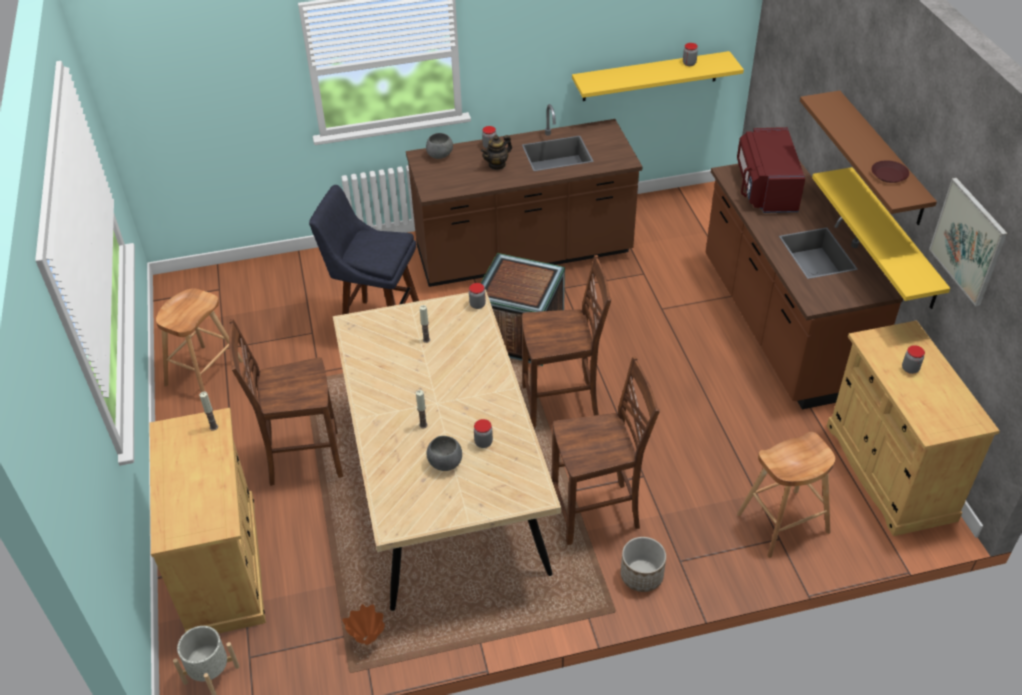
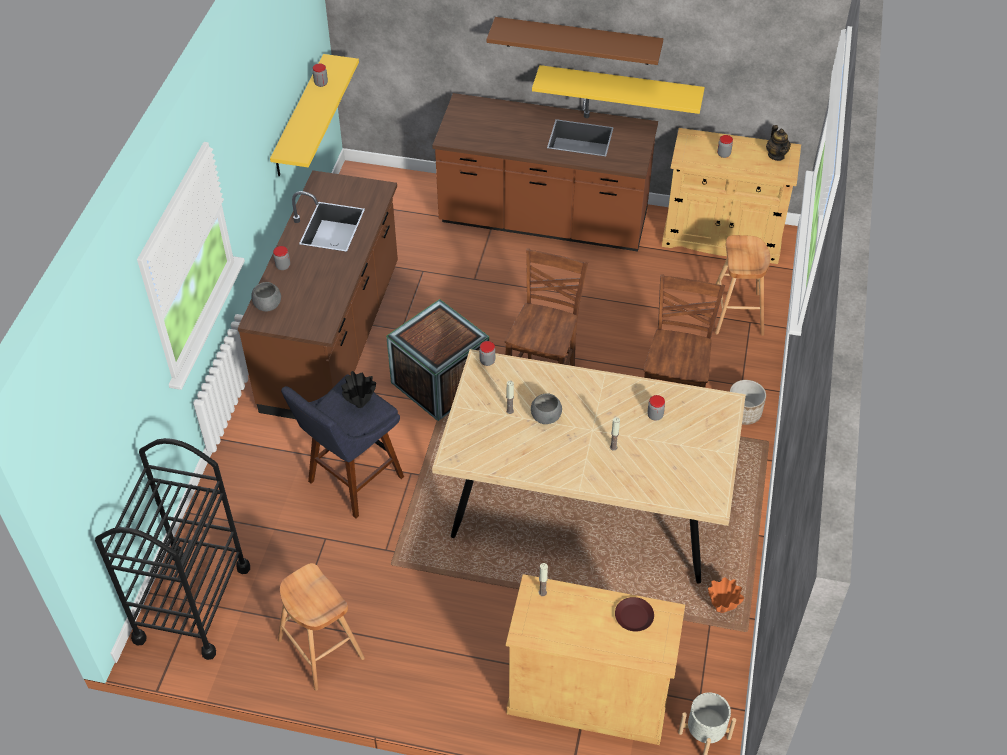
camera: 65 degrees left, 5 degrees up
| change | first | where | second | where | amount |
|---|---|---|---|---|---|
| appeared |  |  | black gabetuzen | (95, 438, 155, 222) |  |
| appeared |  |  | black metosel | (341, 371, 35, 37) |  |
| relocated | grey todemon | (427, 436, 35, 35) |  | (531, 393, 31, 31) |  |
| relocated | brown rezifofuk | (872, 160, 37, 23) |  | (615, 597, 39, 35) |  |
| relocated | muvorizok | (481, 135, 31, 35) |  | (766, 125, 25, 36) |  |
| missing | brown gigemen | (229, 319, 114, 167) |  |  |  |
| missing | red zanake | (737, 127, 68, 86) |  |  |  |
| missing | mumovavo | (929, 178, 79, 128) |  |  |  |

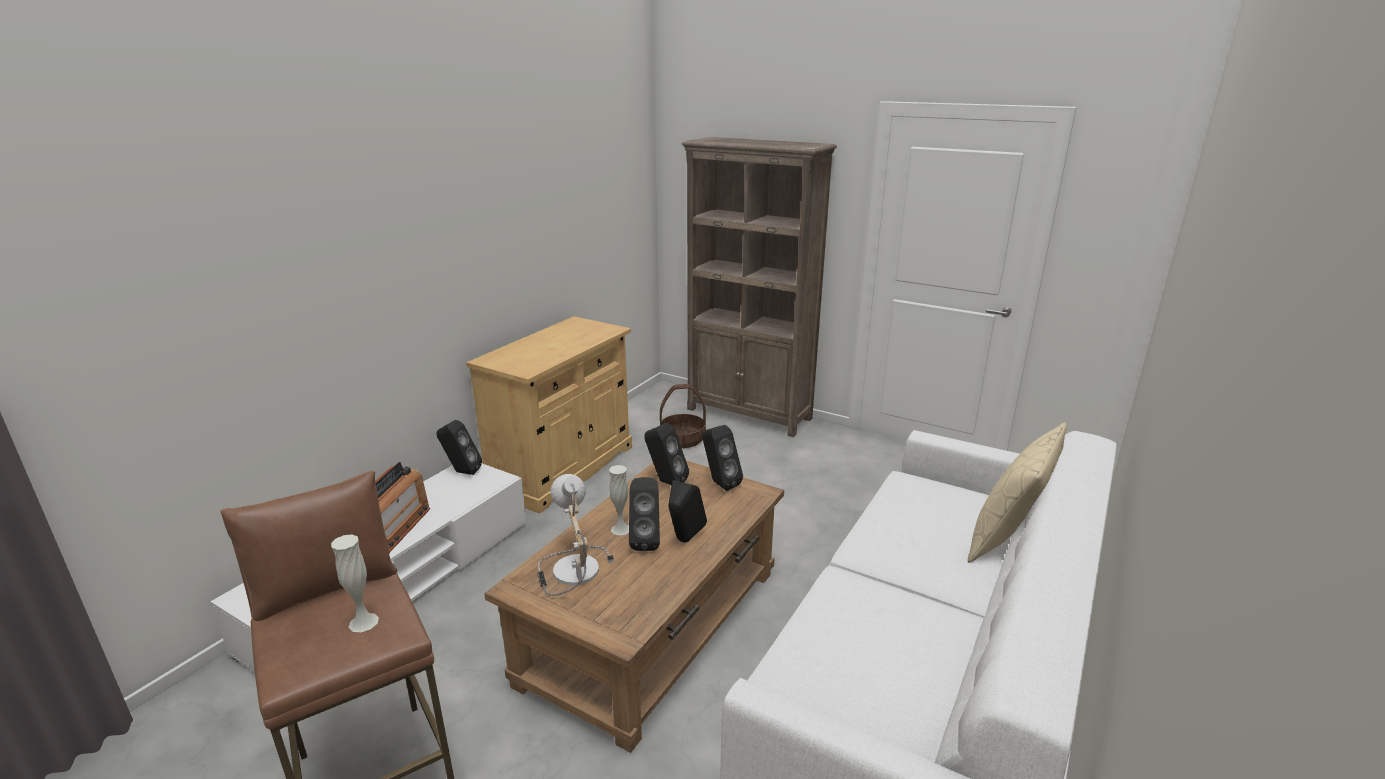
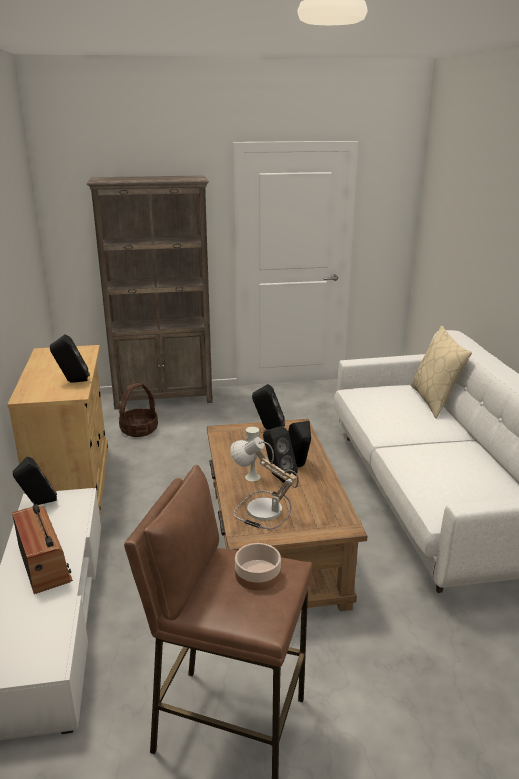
camera: 40 degrees left, 0 degrees up
| change | first | where | second | where | amount |
|---|---|---|---|---|---|
| relocated | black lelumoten | (644, 423, 45, 62) |  | (50, 335, 40, 48) |  |
| exchanged | white metosel | (331, 534, 48, 98) | todemon | (235, 543, 46, 48) |  |

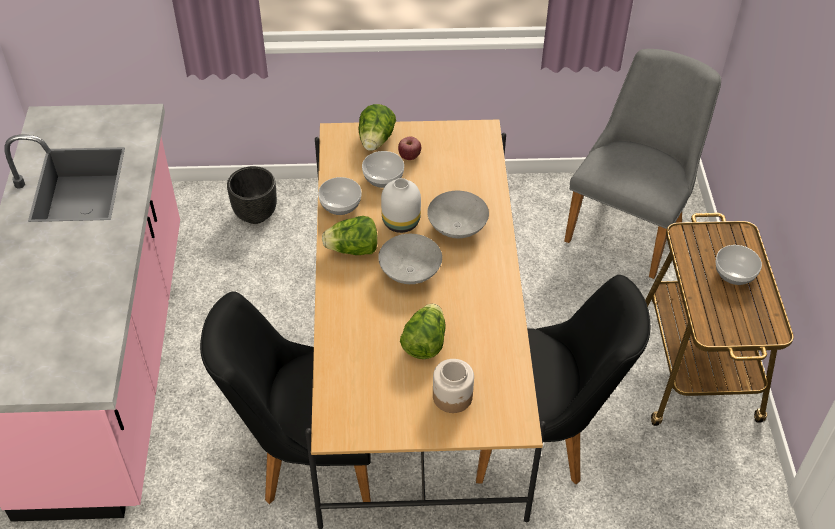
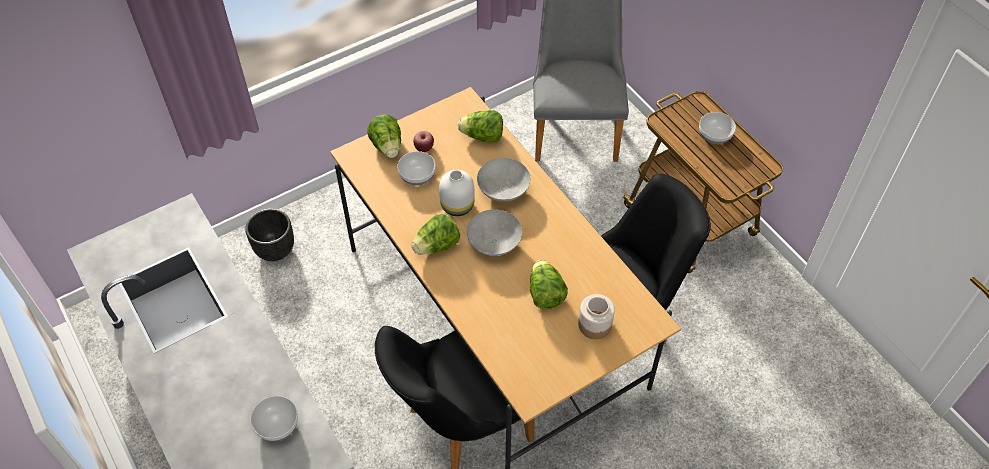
camera: 30 degrees left, 5 degrees up
| change | first | where | second | where | amount |
|---|---|---|---|---|---|
| relocated | todemon | (318, 177, 44, 38) |  | (250, 396, 48, 46) |  |
| appeared |  |  | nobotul | (458, 110, 45, 33) |  |

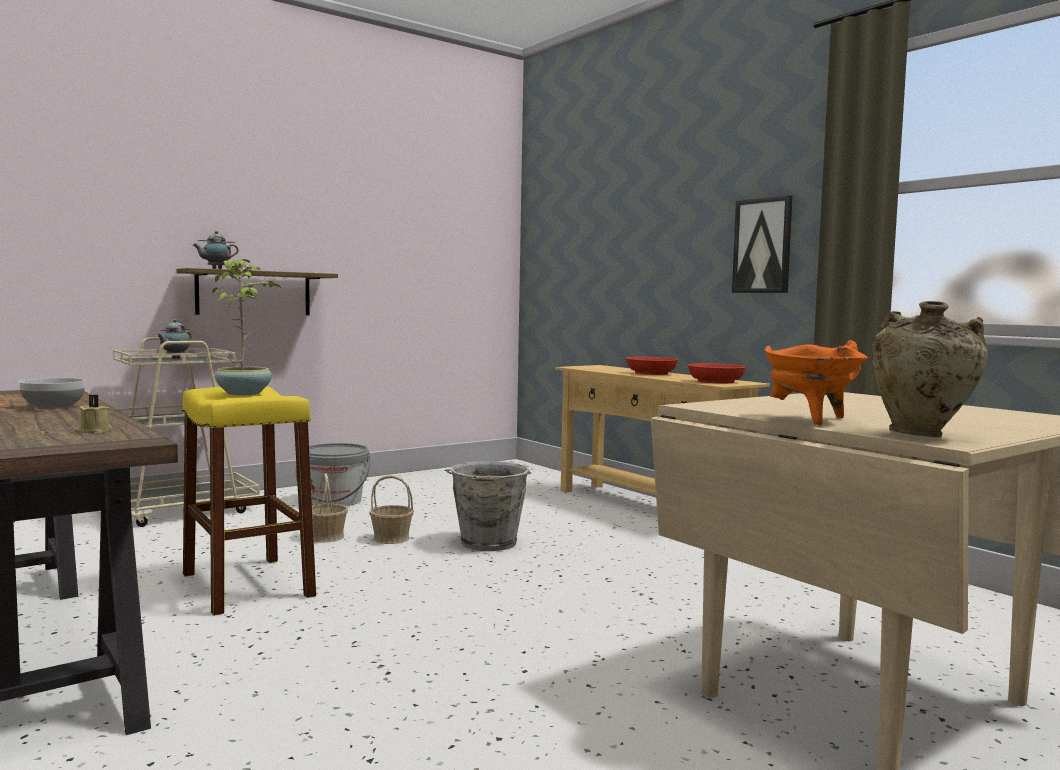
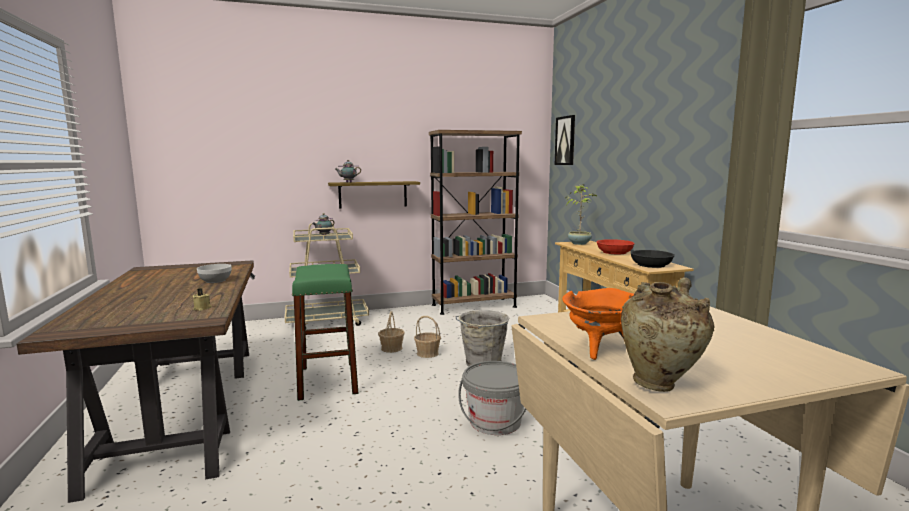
camera: 20 degrees right, 5 degrees up
| change | first | where | second | where | amount |
|---|---|---|---|---|---|
| colour | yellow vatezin | (182, 386, 134, 230) | green vatezin | (292, 264, 66, 137) |  |
| appeared |  |  | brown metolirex | (429, 130, 93, 185) |  |
| relocated | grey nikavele | (295, 443, 75, 63) |  | (458, 361, 68, 74) |  |
| relocated | mumovavo | (732, 195, 61, 98) |  | (555, 115, 20, 50) |  |
| relocated | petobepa | (212, 258, 68, 137) |  | (566, 184, 31, 61) |  |
| colour | red todemon | (688, 363, 58, 20) | black todemon | (630, 250, 45, 18) |  |

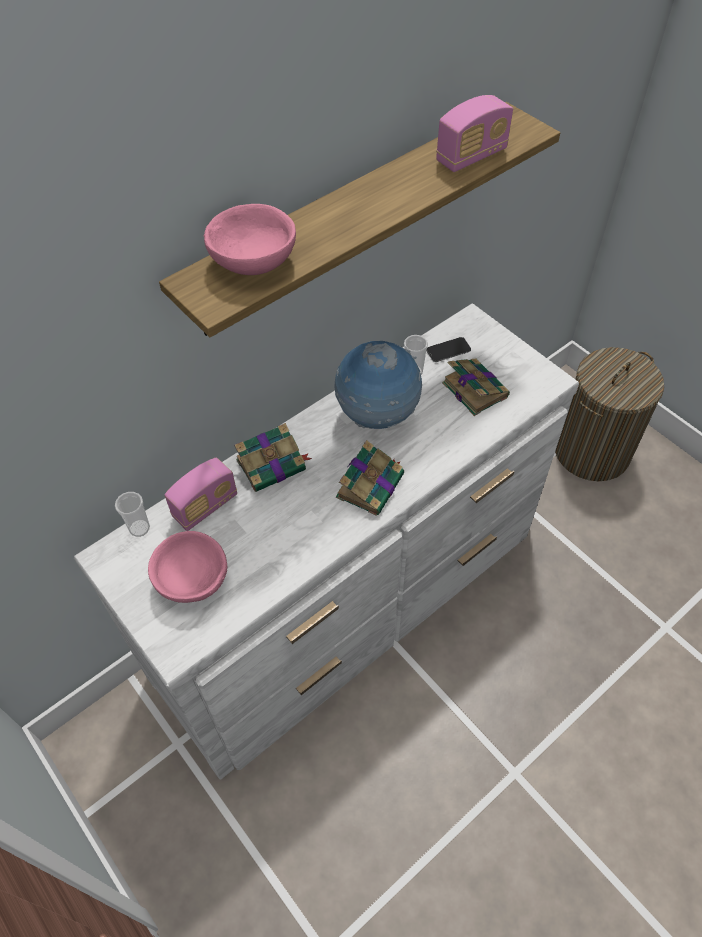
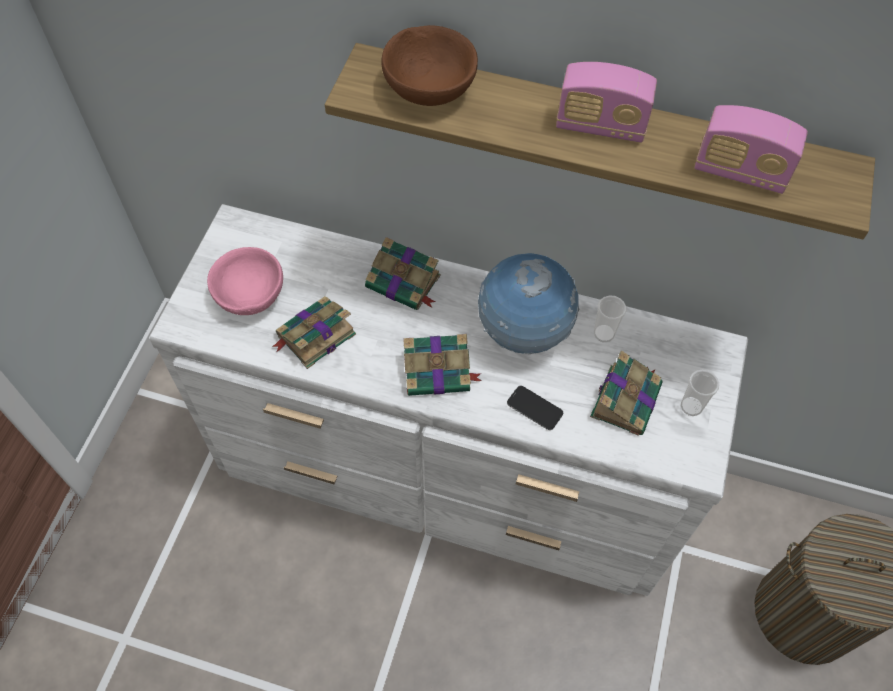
camera: 55 degrees right, 5 degrees up
| change | first | where | second | where | amount |
|---|---|---|---|---|---|
| appeared |  |  | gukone | (272, 296, 84, 73) |  |
| colour | pink todemon | (204, 204, 92, 71) | brown todemon | (381, 25, 97, 81) |  |
| relocated | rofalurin | (426, 337, 45, 25) |  | (507, 386, 56, 44) |  |
| relocated | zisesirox | (165, 458, 72, 73) |  | (556, 62, 101, 81) |  |
| relocated | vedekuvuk | (115, 492, 35, 45) |  | (681, 370, 38, 46) |  |

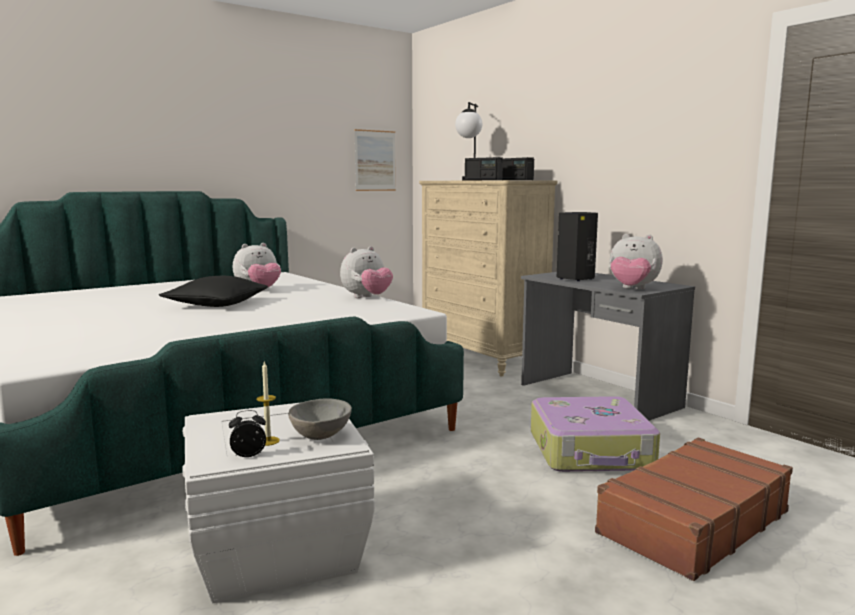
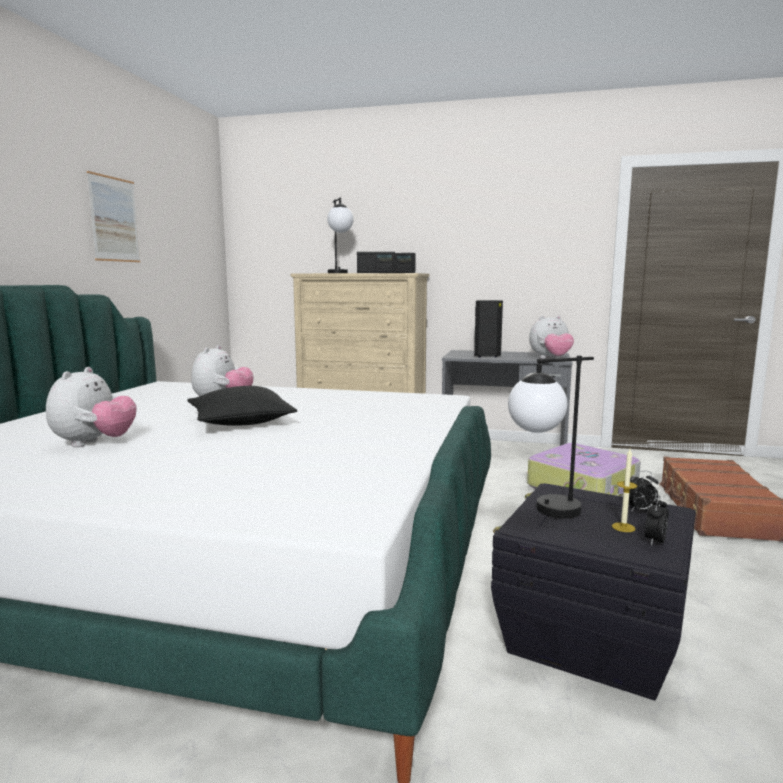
camera: 40 degrees left, 0 degrees up
| change | first | where | second | where | amount |
|---|---|---|---|---|---|
| relocated | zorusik | (340, 246, 53, 52) |  | (46, 367, 91, 80) |  |
| relocated | mumovavo | (354, 129, 42, 62) |  | (87, 171, 53, 91) |  |
| colour | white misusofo | (182, 402, 193, 201) | black misusofo | (491, 483, 205, 218) |  |
| appeared |  |  | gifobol | (508, 355, 86, 163) |  |
| exchanged | grey todemon | (288, 398, 64, 42) | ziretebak | (629, 471, 30, 40) |  |

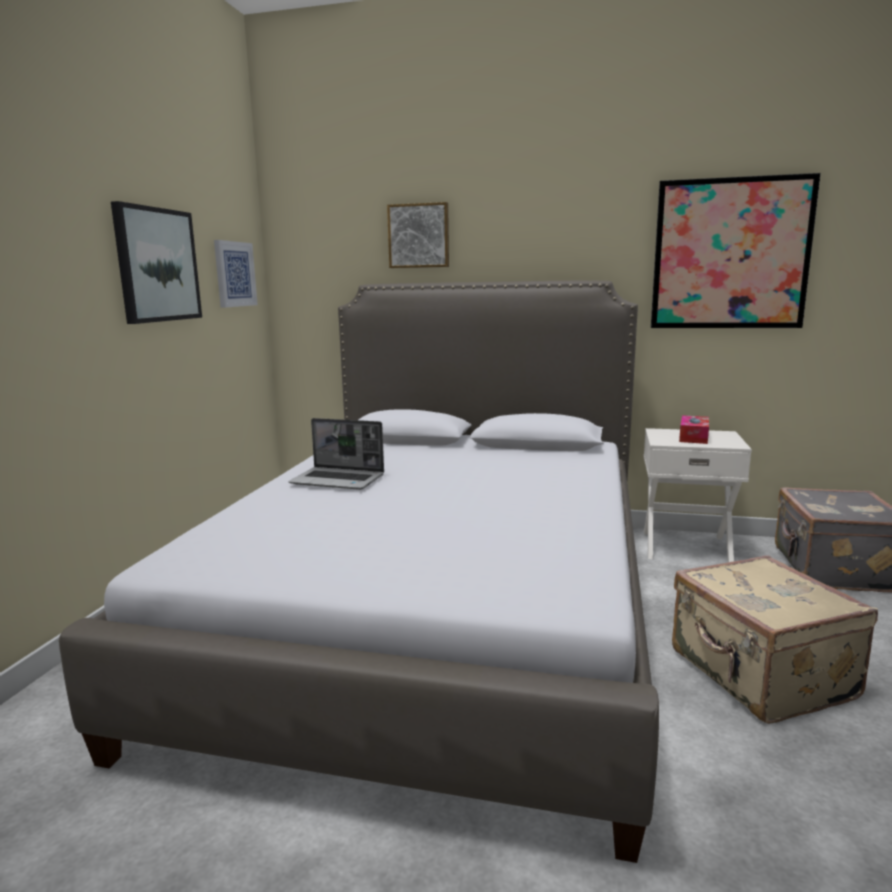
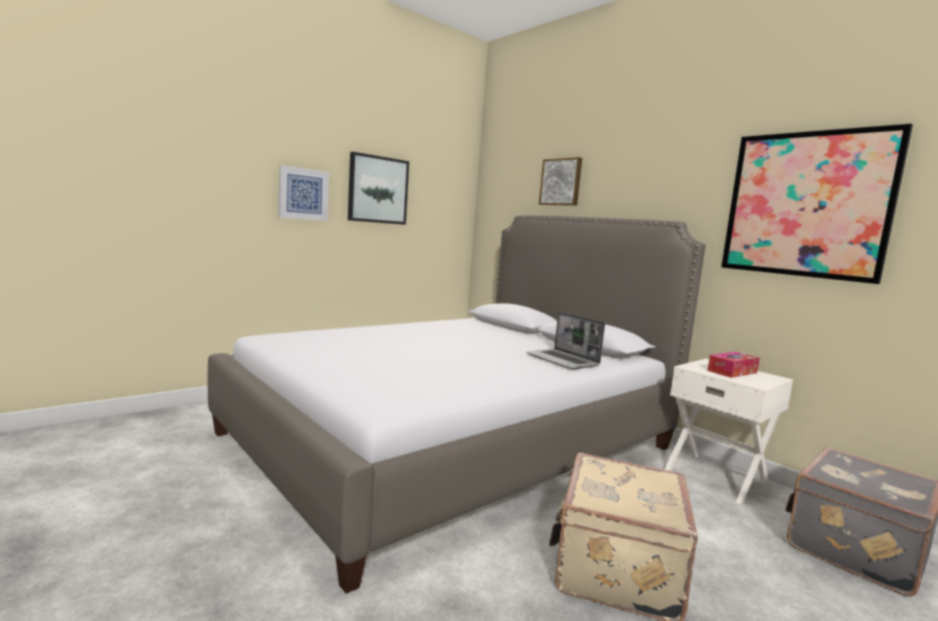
camera: 35 degrees right, 5 degrees down
| change | first | where | second | where | amount |
|---|---|---|---|---|---|
| relocated | mumovavo | (214, 240, 44, 68) |  | (279, 165, 50, 56) |  |
| relocated | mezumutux | (289, 418, 95, 72) |  | (527, 312, 78, 58) |  |

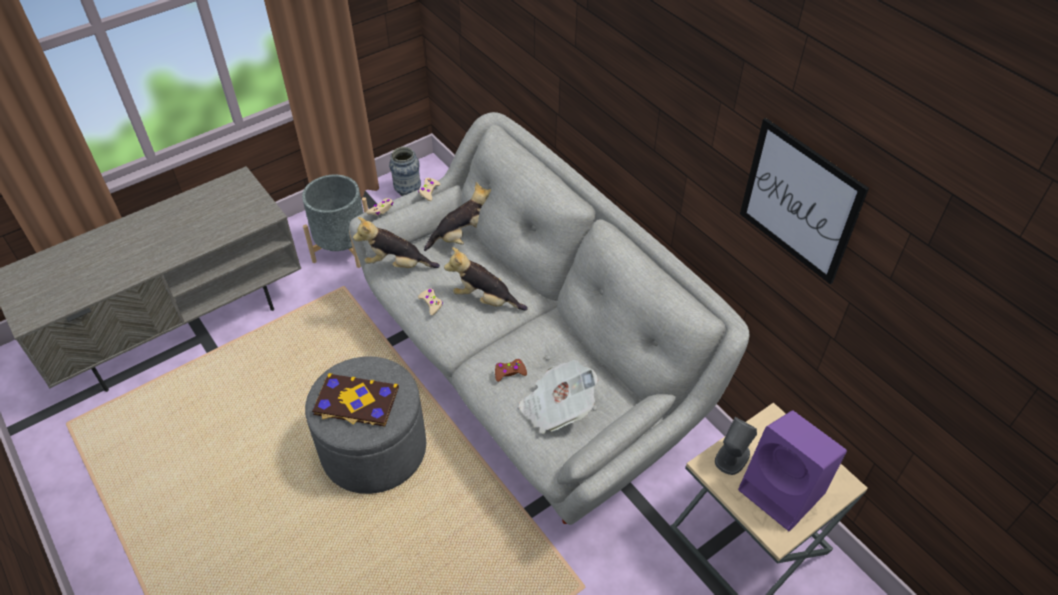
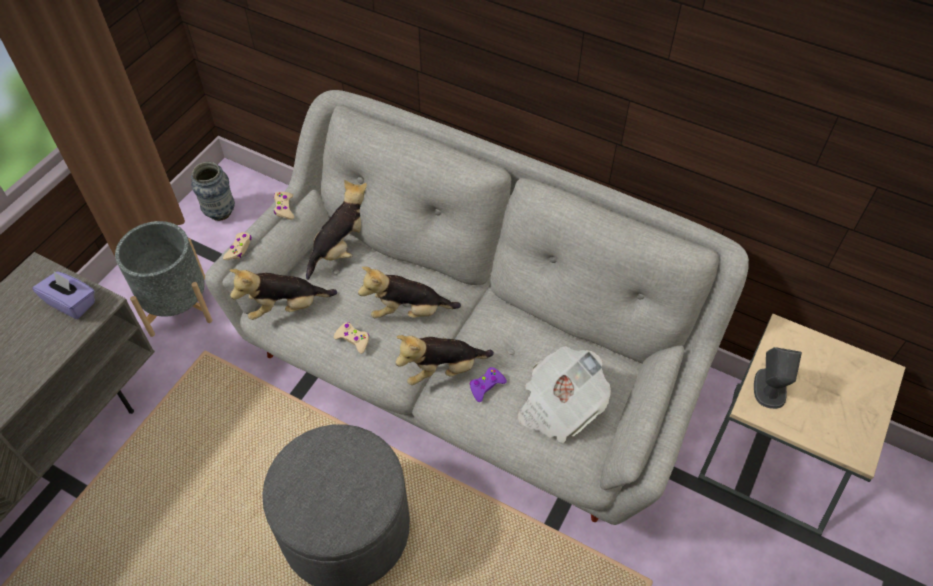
camera: 25 degrees left, 5 degrees up
| change | first | where | second | where | amount |
|---|---|---|---|---|---|
| appeared |  |  | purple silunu | (33, 271, 62, 48) |  |
| appeared |  |  | zorusik | (395, 335, 99, 50) |  |
| colour | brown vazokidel | (495, 359, 32, 23) | purple vazokidel | (470, 367, 37, 35) |  |
| missing | gukone | (312, 373, 87, 54) |  |  |  |
| missing | purple lelumoten | (738, 410, 109, 121) |  |  |  |
| missing | mumovavo | (740, 118, 129, 166) |  |  |  |

